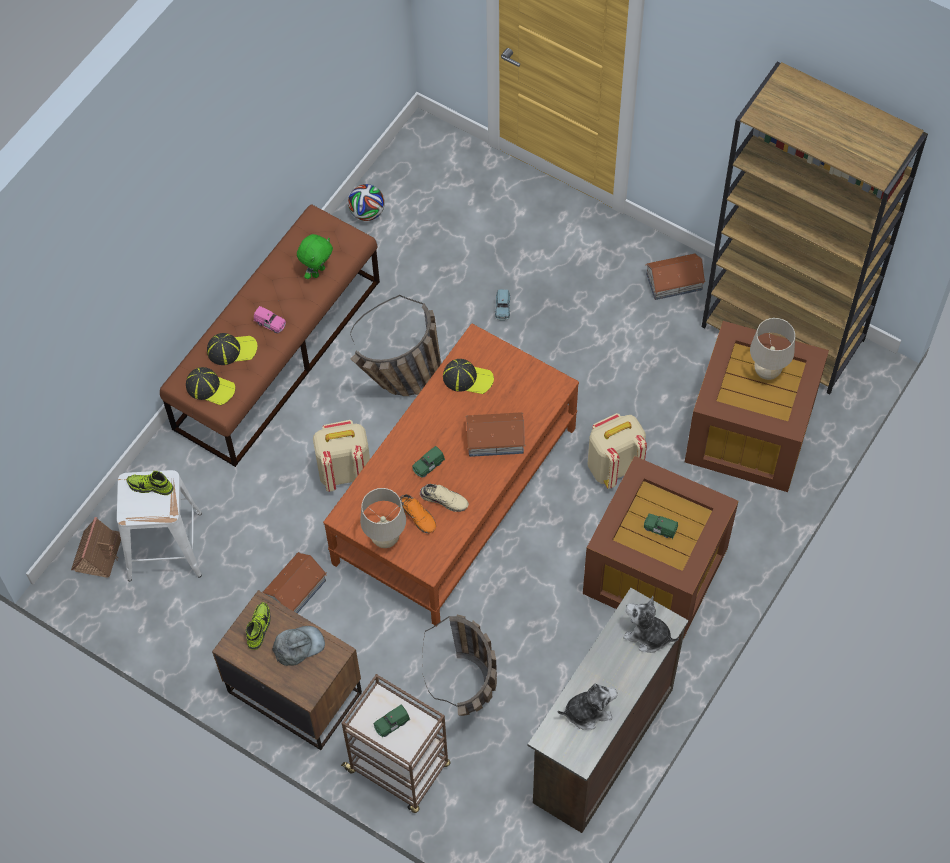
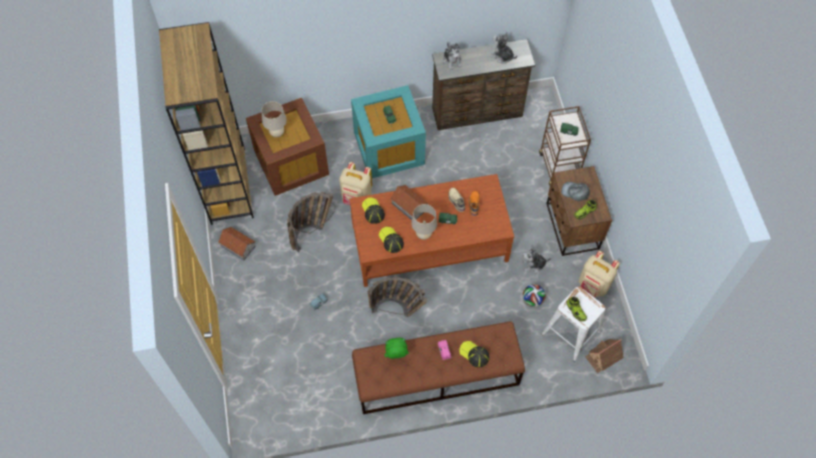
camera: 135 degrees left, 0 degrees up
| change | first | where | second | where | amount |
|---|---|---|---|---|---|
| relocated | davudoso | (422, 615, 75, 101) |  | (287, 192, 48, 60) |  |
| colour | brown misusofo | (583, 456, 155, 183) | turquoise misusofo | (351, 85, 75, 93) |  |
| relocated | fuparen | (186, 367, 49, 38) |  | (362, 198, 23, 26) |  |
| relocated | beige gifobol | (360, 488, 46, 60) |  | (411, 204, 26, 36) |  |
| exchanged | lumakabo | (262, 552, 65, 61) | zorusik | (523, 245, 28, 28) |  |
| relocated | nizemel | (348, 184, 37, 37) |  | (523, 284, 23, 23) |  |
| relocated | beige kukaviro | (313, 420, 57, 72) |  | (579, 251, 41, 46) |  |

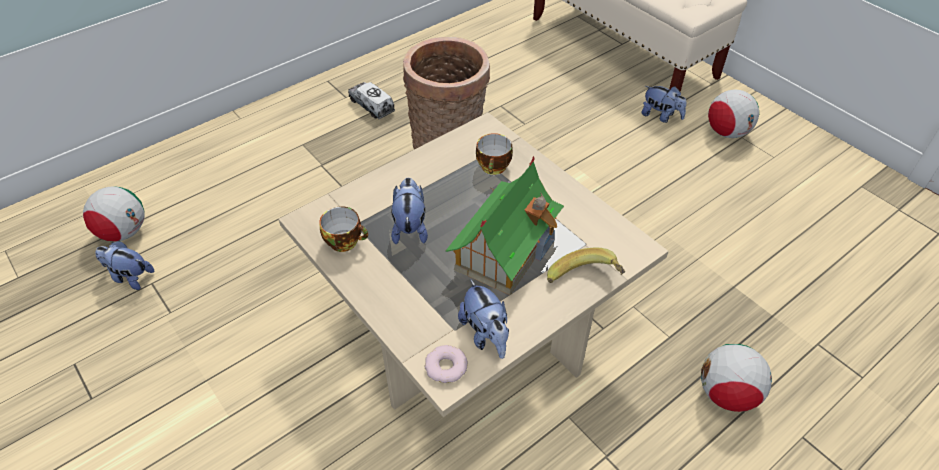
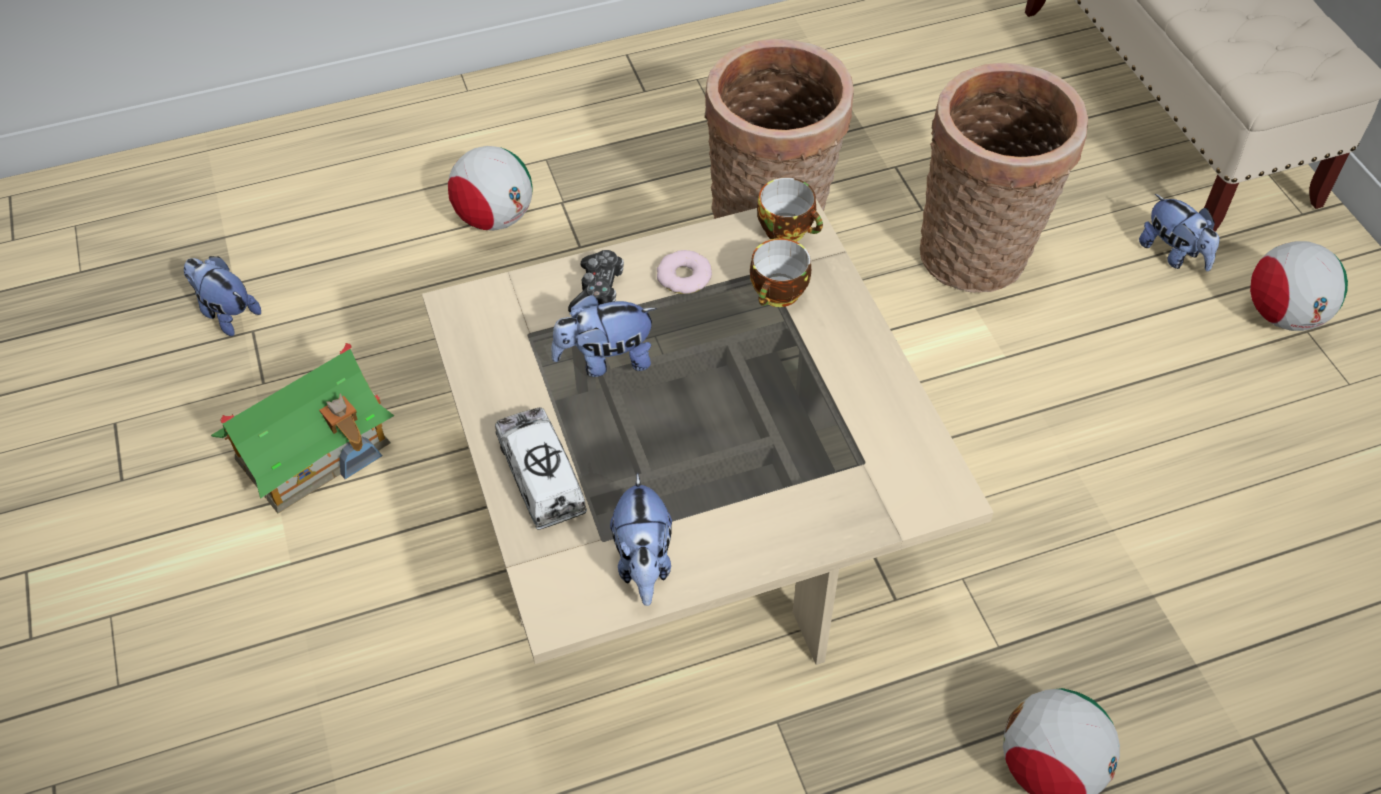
camera: 20 degrees right, 5 degrees up
| change | first | where | second | where | amount |
|---|---|---|---|---|---|
| relocated | lumakabo | (446, 156, 118, 139) |  | (211, 343, 183, 171) |  |
| relocated | nizemel | (83, 186, 61, 56) |  | (448, 146, 84, 85) |  |
| relocated | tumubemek | (348, 82, 47, 37) |  | (495, 407, 92, 123) |  |
| spun | zorusik | (391, 178, 37, 66) |  | (551, 294, 106, 83) | 120 degrees counterclockwise |
| appeared |  |  | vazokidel | (568, 250, 56, 62) |  |
| relocated | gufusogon | (425, 345, 43, 38) |  | (657, 250, 55, 44) |  |
| relocated | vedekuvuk | (319, 206, 49, 46) |  | (757, 178, 66, 64) |  |
| appeared |  |  | davudoso | (920, 63, 168, 230) |  |
| missing | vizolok | (547, 248, 78, 35) |  |  |  |

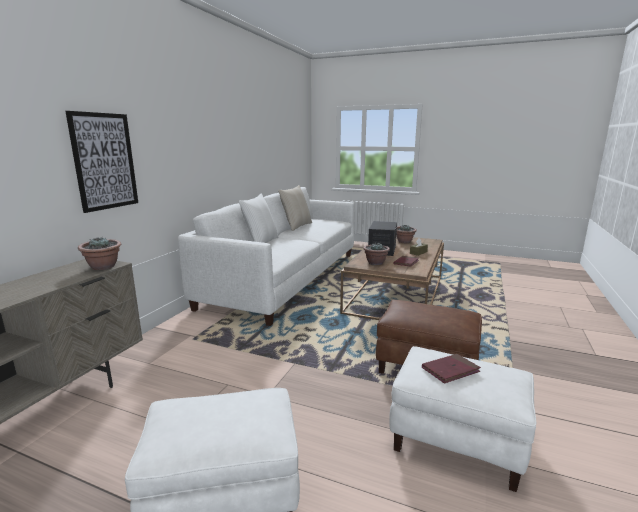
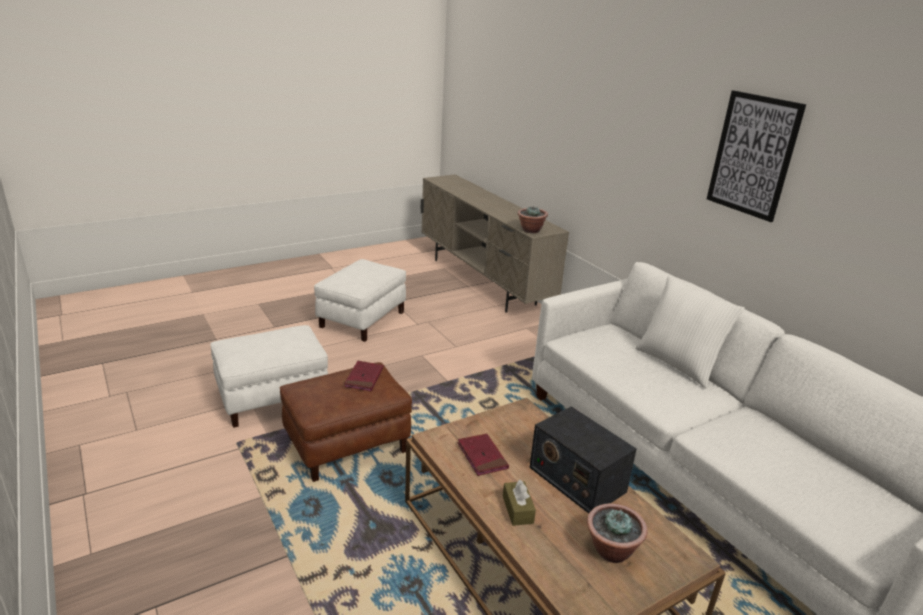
camera: 125 degrees right, 10 degrees up
| change | first | where | second | where | amount |
|---|---|---|---|---|---|
| relocated | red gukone | (422, 354, 59, 29) |  | (344, 361, 40, 31) |  |
| relocated | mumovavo | (65, 111, 73, 102) |  | (707, 90, 99, 132) |  |
| missing | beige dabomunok | (278, 185, 34, 46) |  |  |  |
| missing | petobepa | (363, 242, 27, 23) |  |  |  |

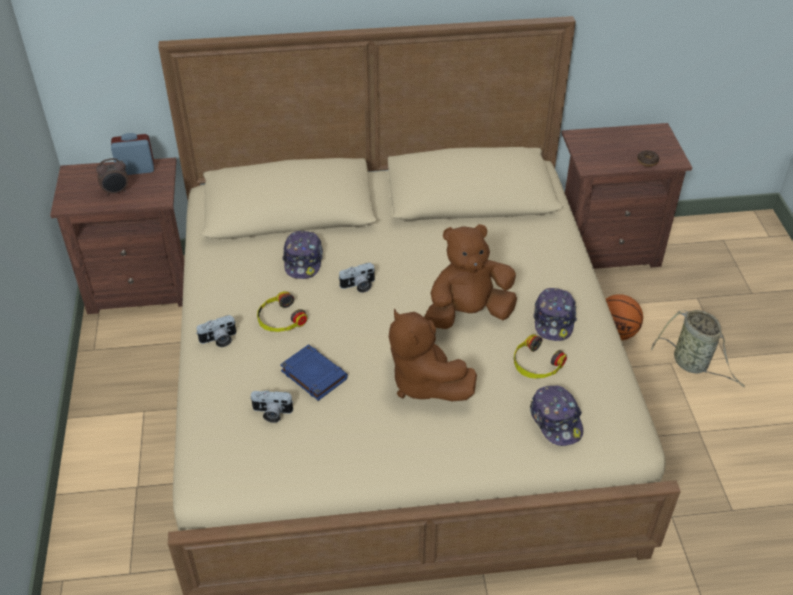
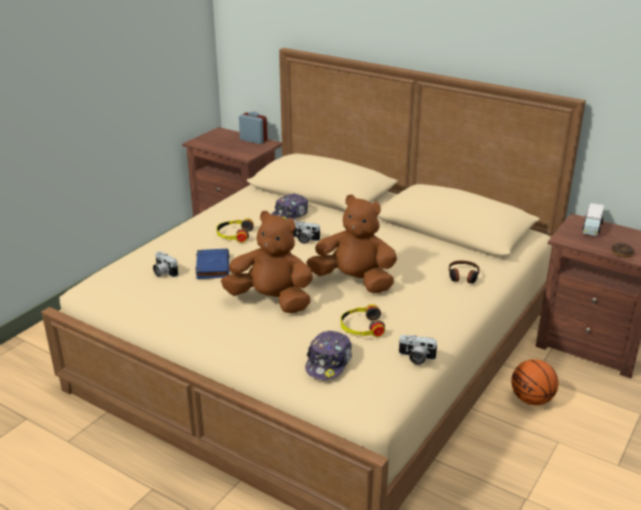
camera: 40 degrees right, 15 degrees down
| change | first | where | second | where | amount |
|---|---|---|---|---|---|
| spun | brown zorusik | (389, 309, 88, 92) |  | (221, 211, 92, 103) | 105 degrees clockwise |
| relocated | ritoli | (196, 315, 40, 32) |  | (398, 335, 40, 30) |  |
| appeared |  |  | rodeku | (448, 261, 32, 23) |  |
| appeared |  |  | tumubemek | (582, 203, 22, 33) |  |
| missing | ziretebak | (96, 158, 32, 38) |  |  |  |
| missing | fuparen | (533, 288, 44, 53) |  |  |  |
| missing | davudoso | (651, 310, 94, 77) |  |  |  |

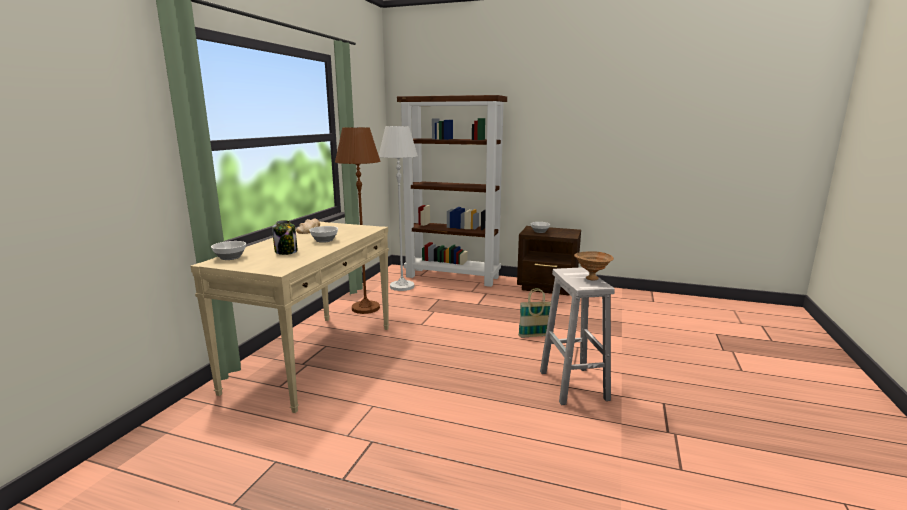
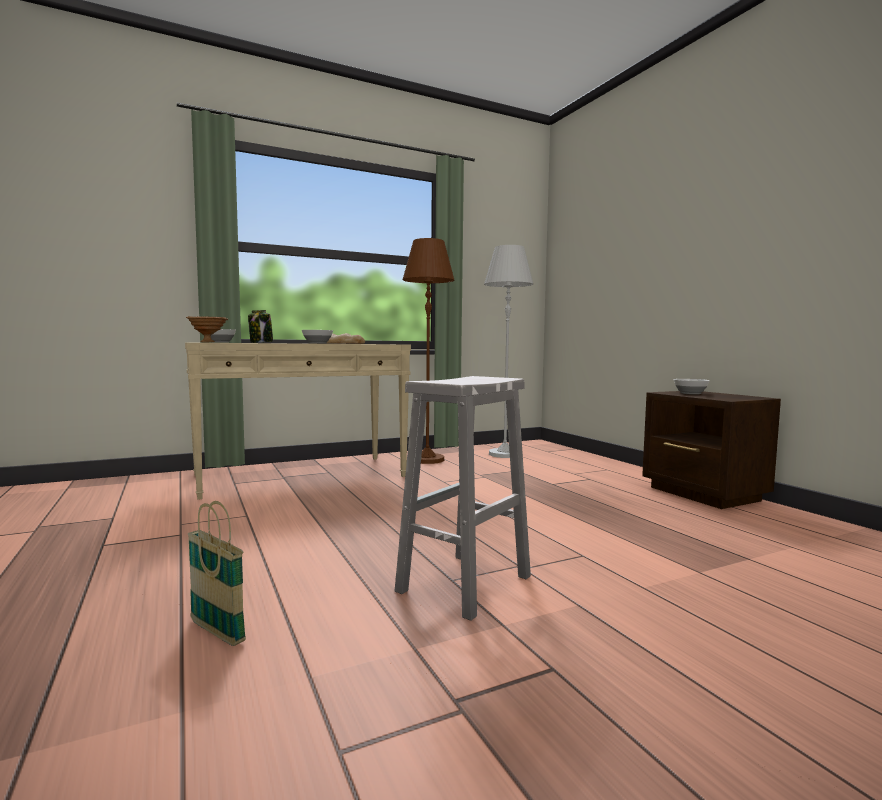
camera: 45 degrees right, 10 degrees down
| change | first | where | second | where | amount |
|---|---|---|---|---|---|
| relocated | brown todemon | (574, 251, 40, 30) |  | (186, 316, 42, 26) |  |
| relocated | davudoso | (518, 288, 33, 49) |  | (188, 501, 58, 145) |  |
| missing | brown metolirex | (397, 95, 110, 192) |  |  |  |

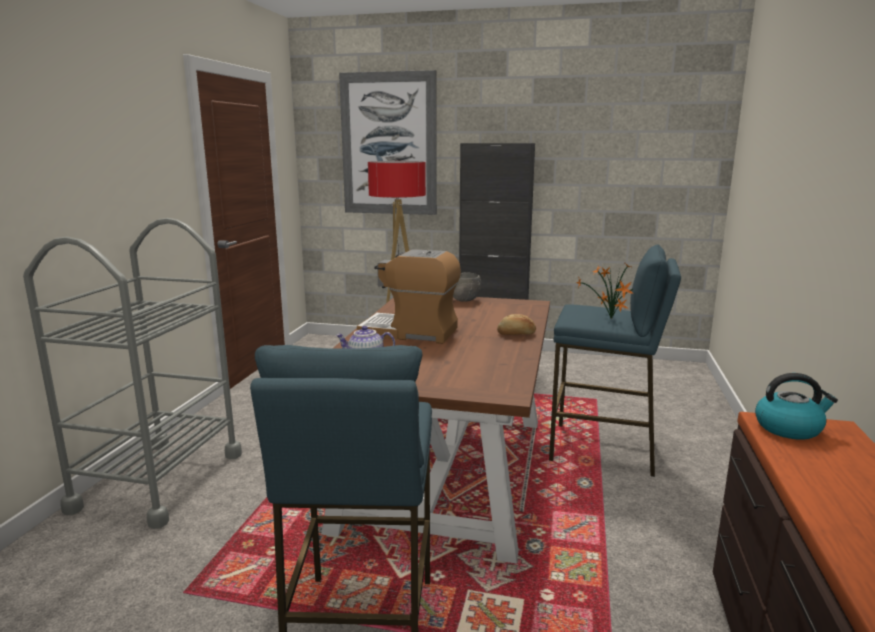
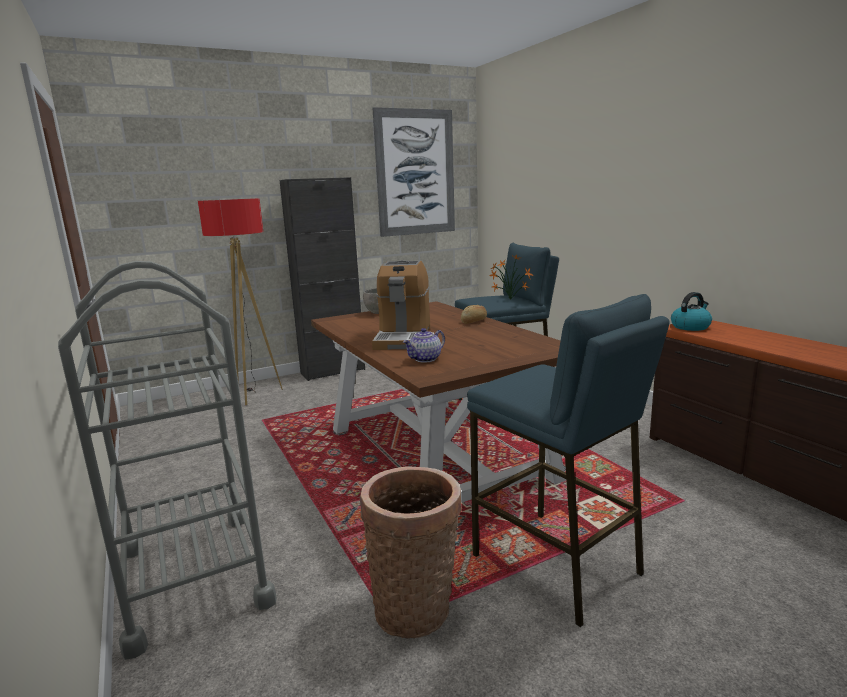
camera: 40 degrees left, 0 degrees up
| change | first | where | second | where | amount |
|---|---|---|---|---|---|
| appeared |  |  | davudoso | (360, 466, 102, 172) |  |
| spun | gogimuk | (357, 249, 104, 95) |  | (372, 260, 58, 90) | 60 degrees counterclockwise |
| relocated | mumovavo | (339, 70, 98, 145) |  | (373, 107, 82, 130) |  |

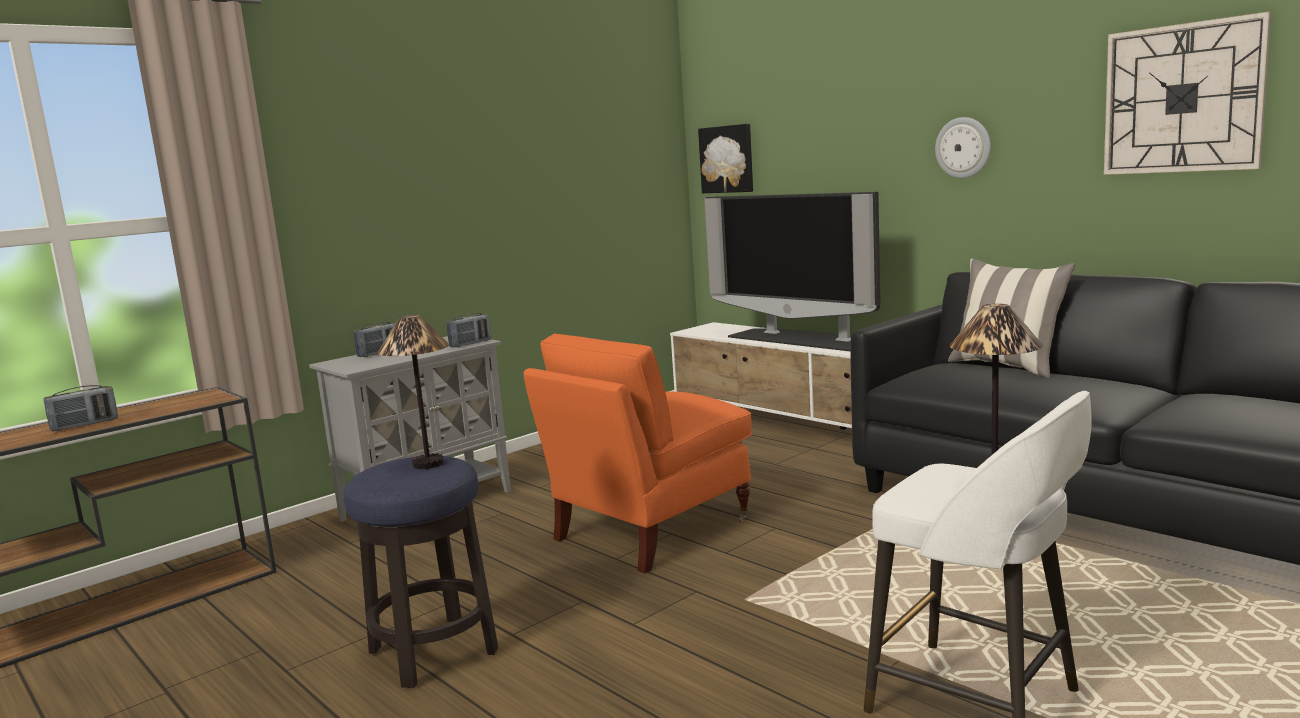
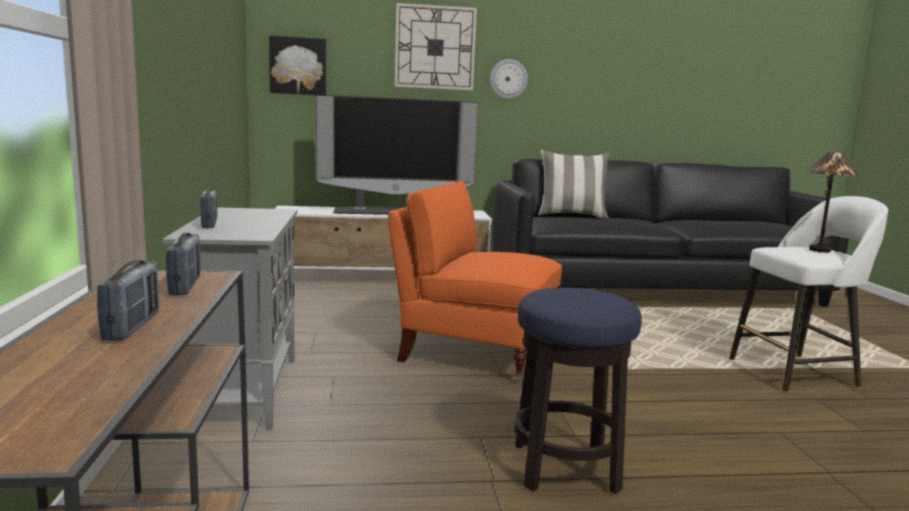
camera: 55 degrees left, 0 degrees up
| change | first | where | second | where | amount |
|---|---|---|---|---|---|
| relocated | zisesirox | (447, 313, 44, 34) |  | (166, 233, 35, 62) |  |
| spun | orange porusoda | (524, 334, 228, 240) |  | (388, 181, 174, 201) | 120 degrees clockwise |
| relocated | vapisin | (1104, 12, 167, 163) |  | (395, 3, 82, 87) |  |
| missing | gifobol | (377, 315, 73, 154) |  |  |  |

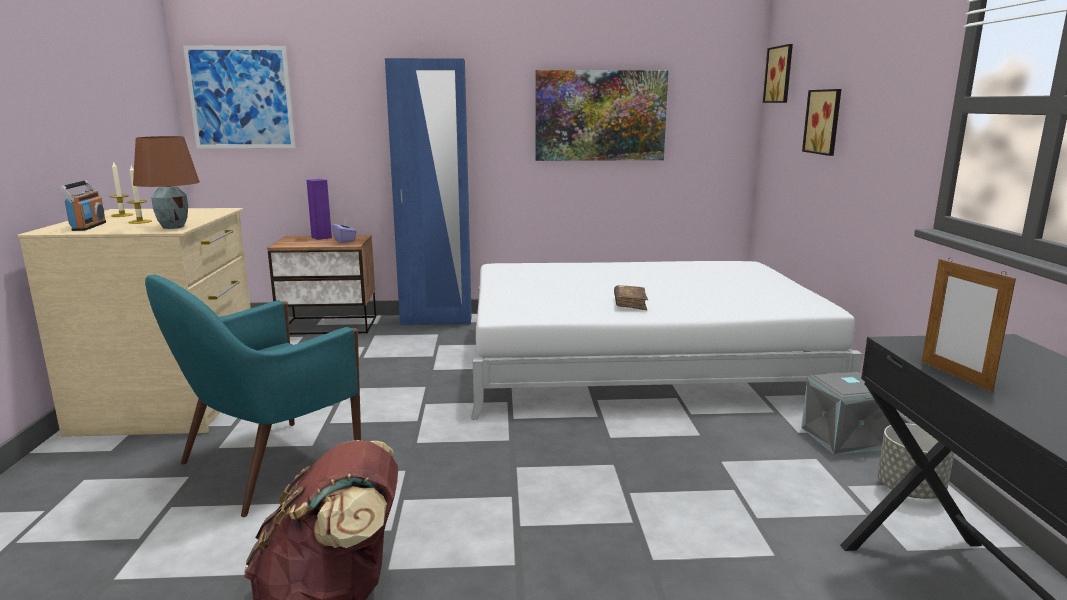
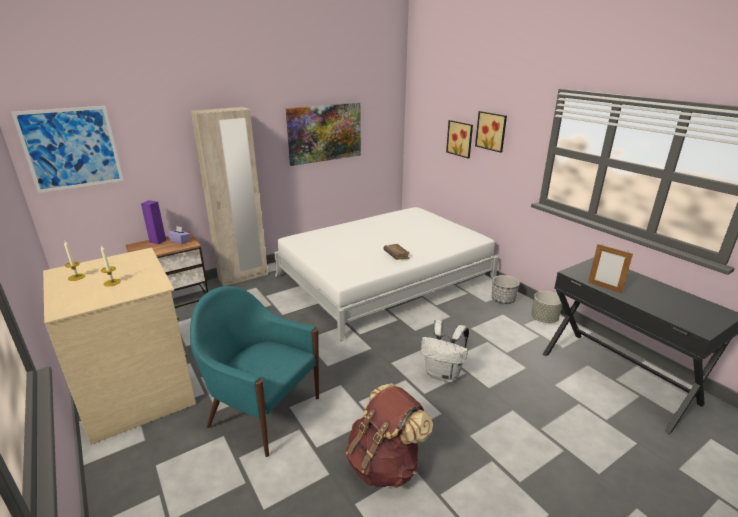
camera: 30 degrees left, 10 degrees up
| change | first | where | second | where | amount |
|---|---|---|---|---|---|
| colour | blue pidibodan | (385, 58, 87, 268) | beige pidibodan | (190, 107, 78, 179) |  |
| spun | turquoise porusoda | (145, 275, 216, 242) |  | (190, 286, 129, 171) | 105 degrees clockwise |
| appeared |  |  | white kukaviro | (421, 320, 48, 62) |  |
| relocated | mumovavo | (763, 44, 30, 59) |  | (475, 111, 32, 42) |  |
| exchanged | grey misusofo | (801, 372, 90, 82) | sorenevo | (492, 275, 28, 29) |  |
| missing | zisesirox | (59, 180, 47, 51) |  |  |  |
| missing | brown gifobol | (133, 136, 67, 93) |  |  |  |

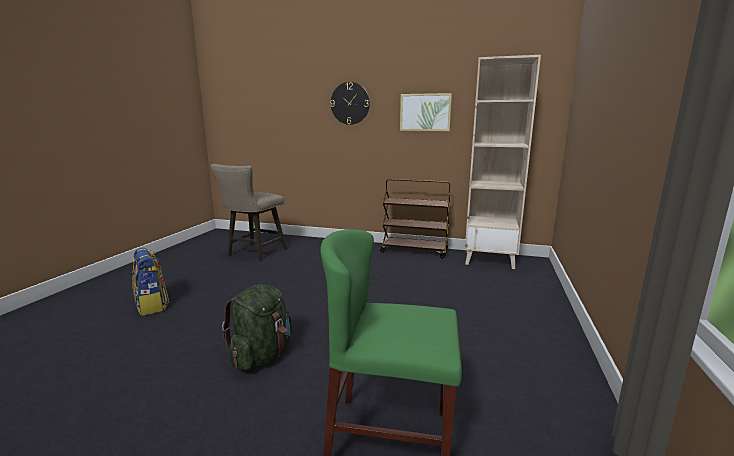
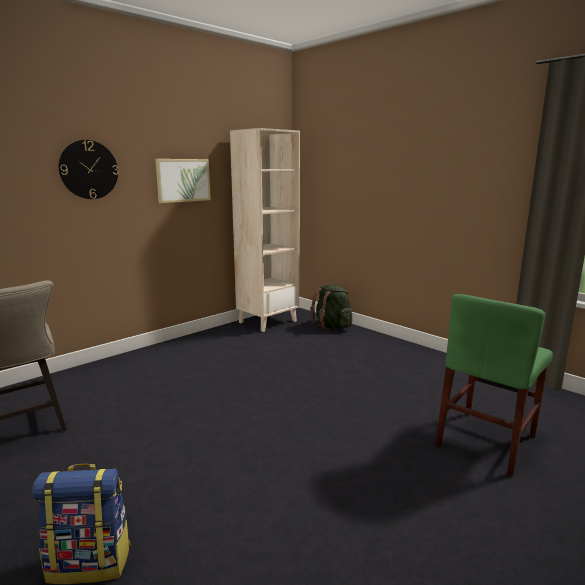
camera: 60 degrees left, 0 degrees up
| change | first | where | second | where | amount |
|---|---|---|---|---|---|
| relocated | green kukaviro | (222, 284, 70, 87) |  | (310, 284, 42, 46) |  |
| missing | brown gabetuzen | (380, 179, 70, 79) |  |  |  |

